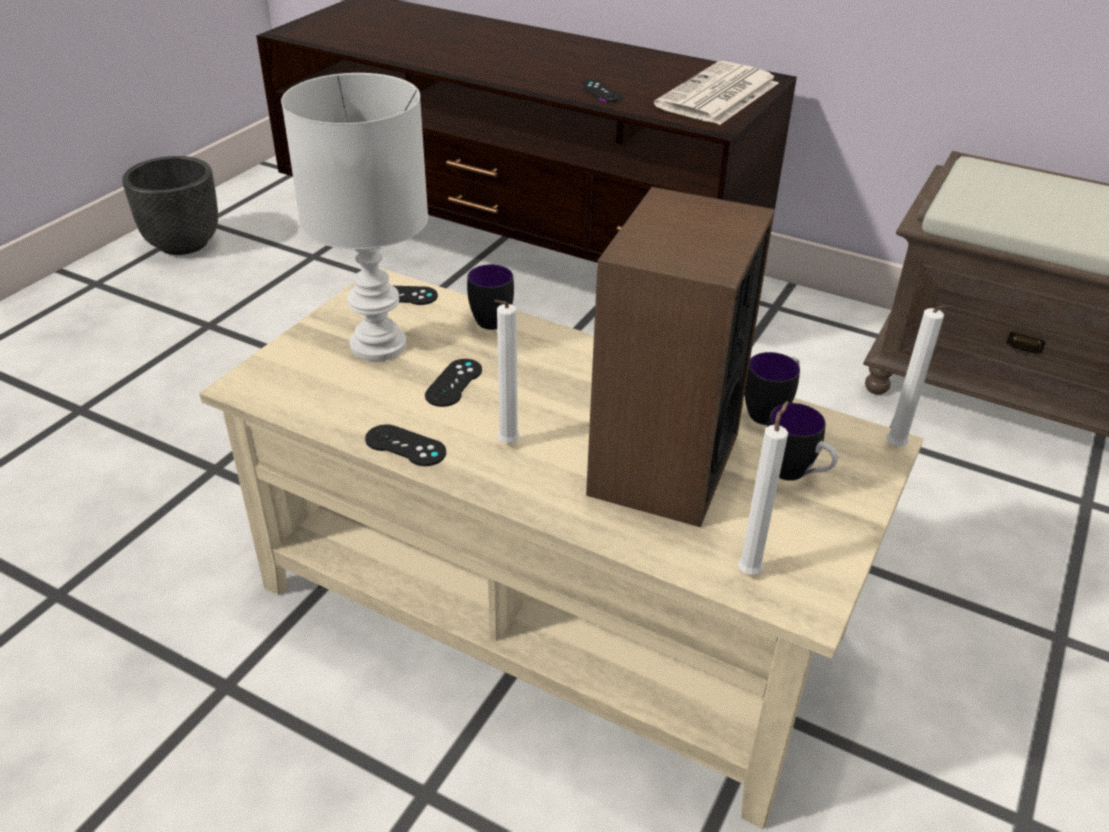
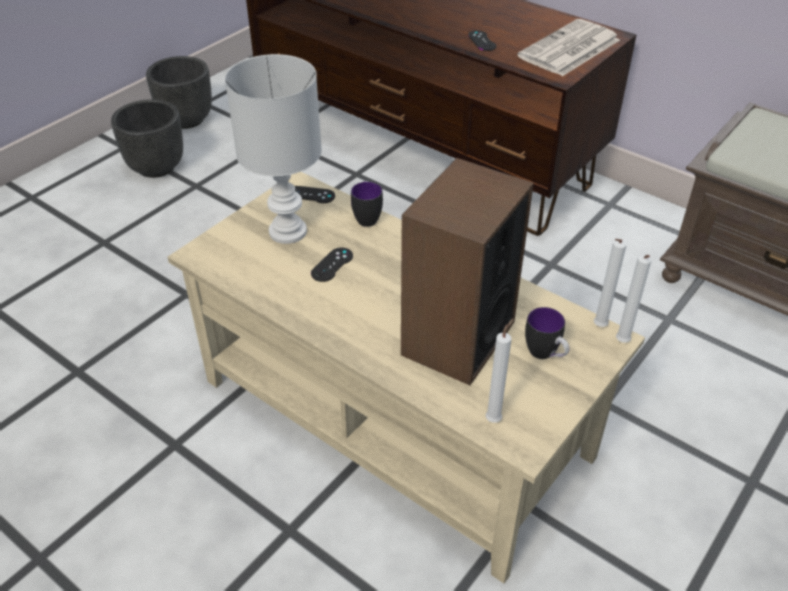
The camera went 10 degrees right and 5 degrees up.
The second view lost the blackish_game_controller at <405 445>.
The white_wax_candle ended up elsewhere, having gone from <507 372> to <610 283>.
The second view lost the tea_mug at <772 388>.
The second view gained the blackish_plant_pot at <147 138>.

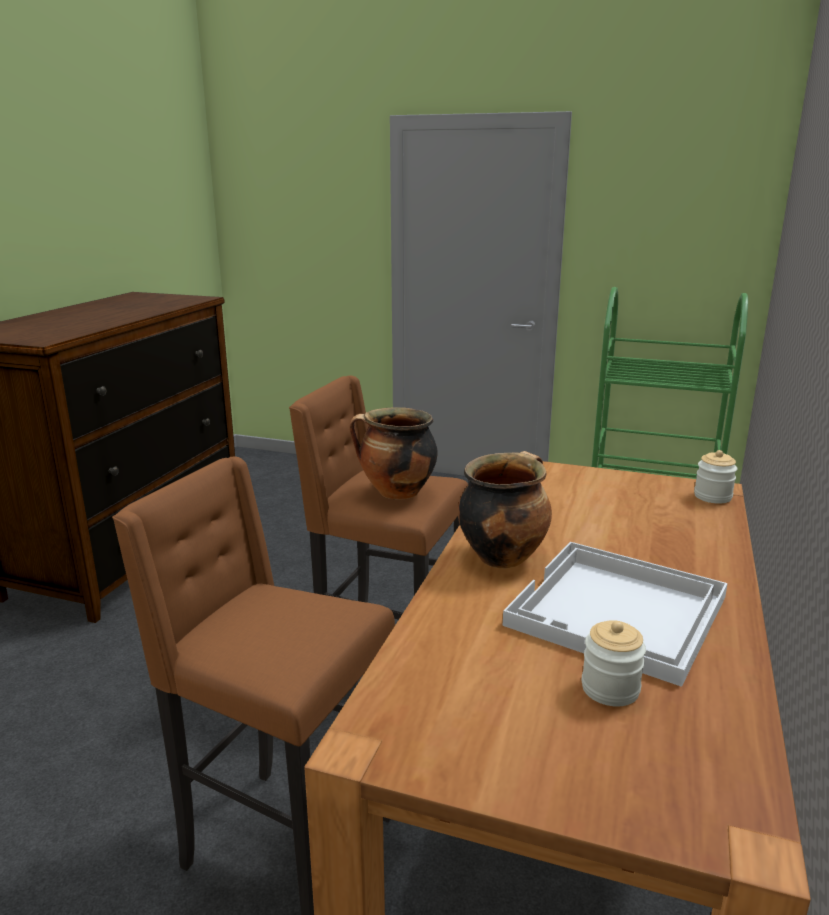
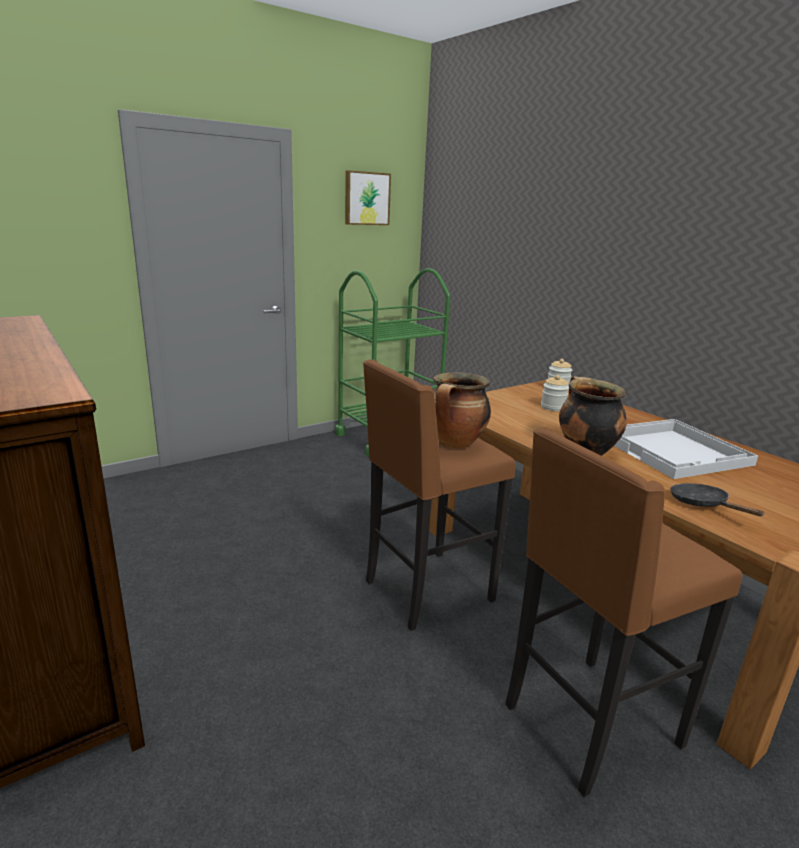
The camera went 55 degrees left and 0 degrees up.
The preserve_jar ended up elsewhere, having gone from <614 663> to <555 393>.
The second view gained the wall_picture at <368 197>.
The second view gained the blackish_pan at <717 499>.

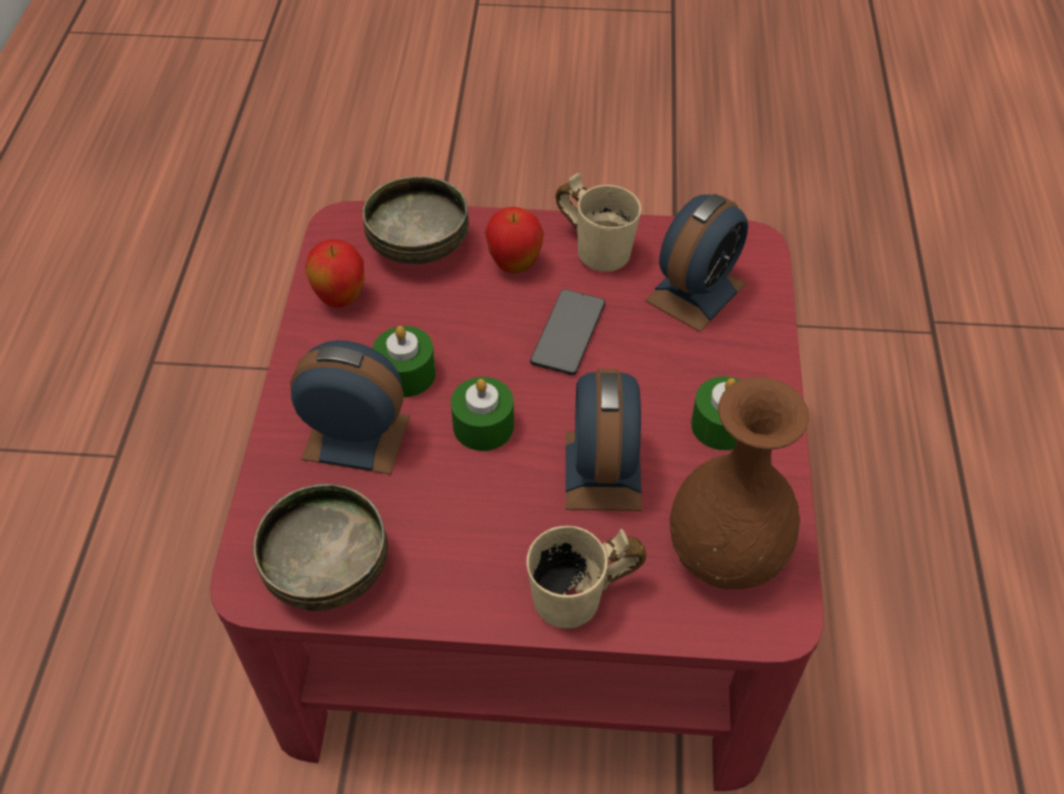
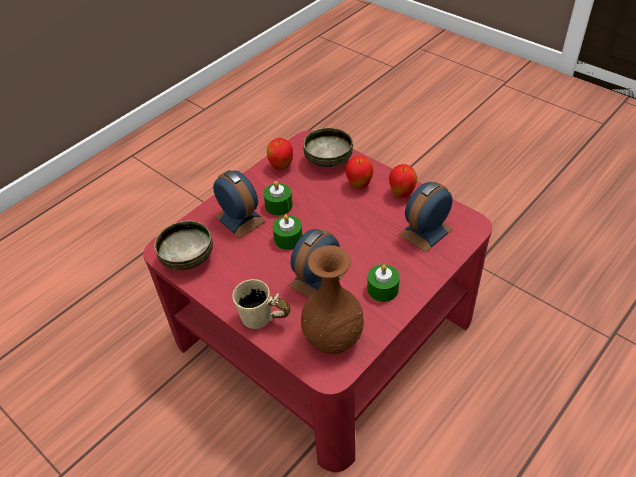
The camera went 40 degrees right and 5 degrees down.
The second view lost the phone at <567 332>.
Where the beige_tea_mug stood at <598 222>, the whole_apple came to stand at <403 181>.
The alarm_clock at <696 263> ended up facing another way, 150 degrees clockwise from before.

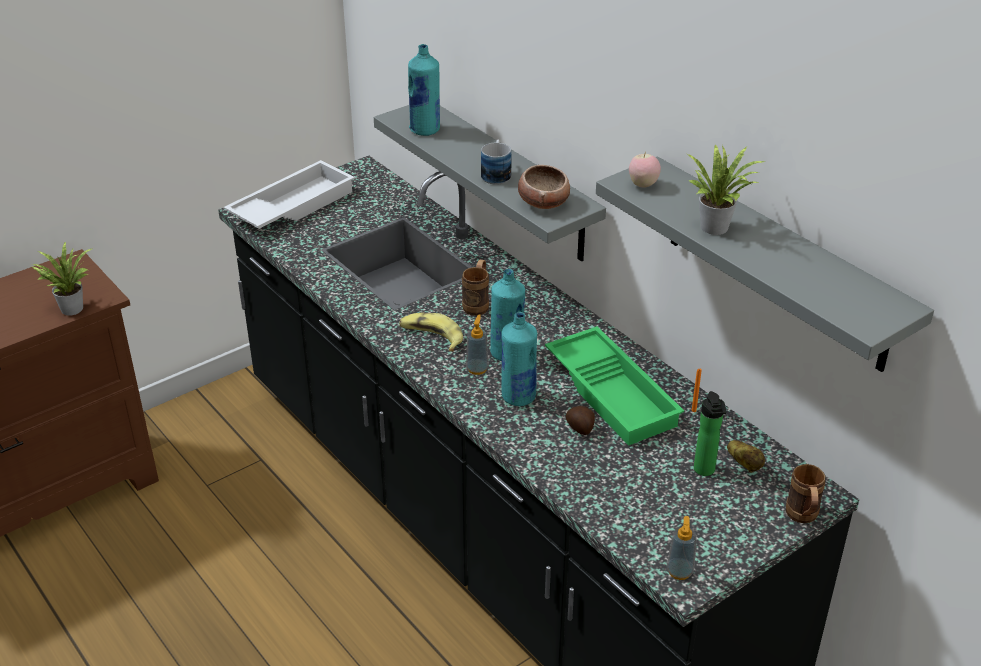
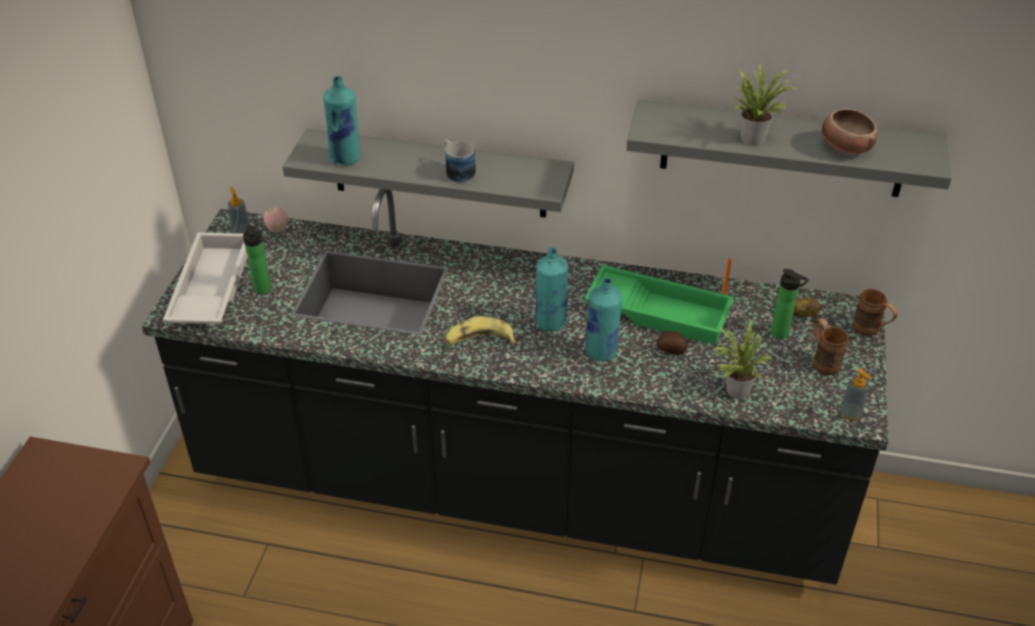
The camera went 40 degrees left and 5 degrees up.
The houseplant ended up elsewhere, having gone from <62 279> to <743 359>.
The brown-coloured_tea_mug ended up elsewhere, having gone from <475 288> to <831 346>.
The liquid_soap_bottle ended up elsewhere, having gone from <477 345> to <239 210>.
The deep_dish ended up elsewhere, having gone from <544 187> to <849 131>.
The whole_apple ended up elsewhere, having gone from <645 169> to <275 220>.
The second view gained the beverage_bottle at <257 259>.

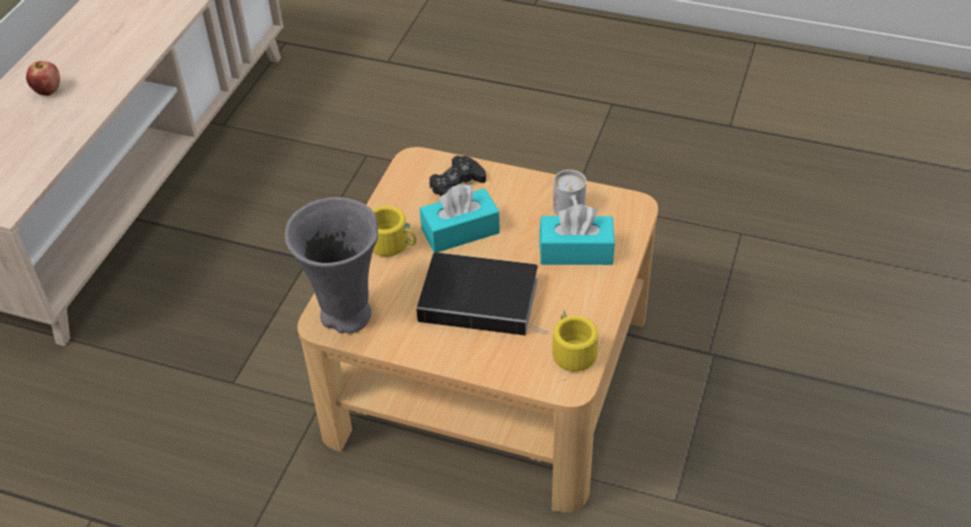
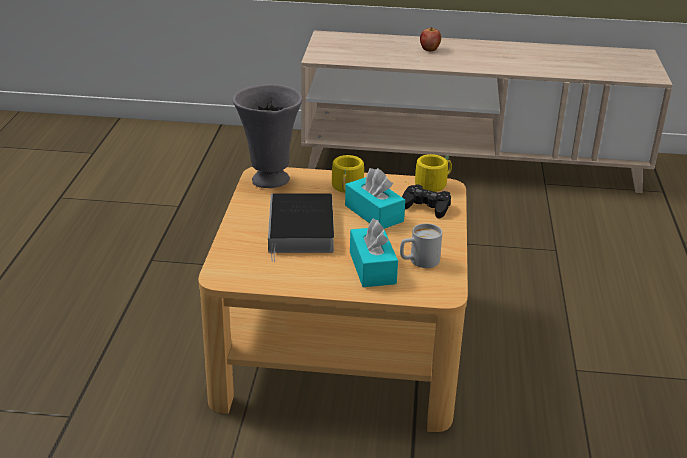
The camera went 75 degrees right and 15 degrees down.
The yellowish_tea_mug ended up elsewhere, having gone from <575 345> to <429 173>.

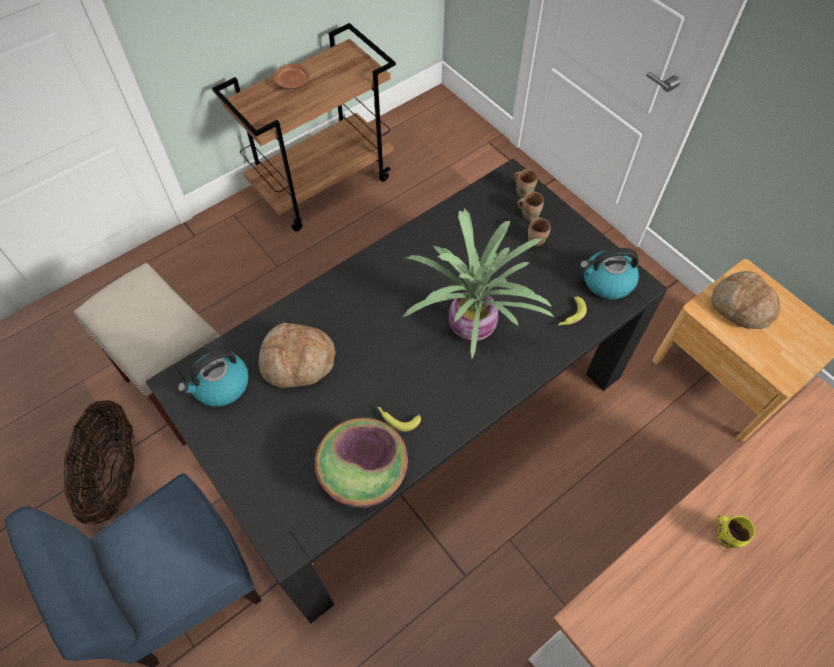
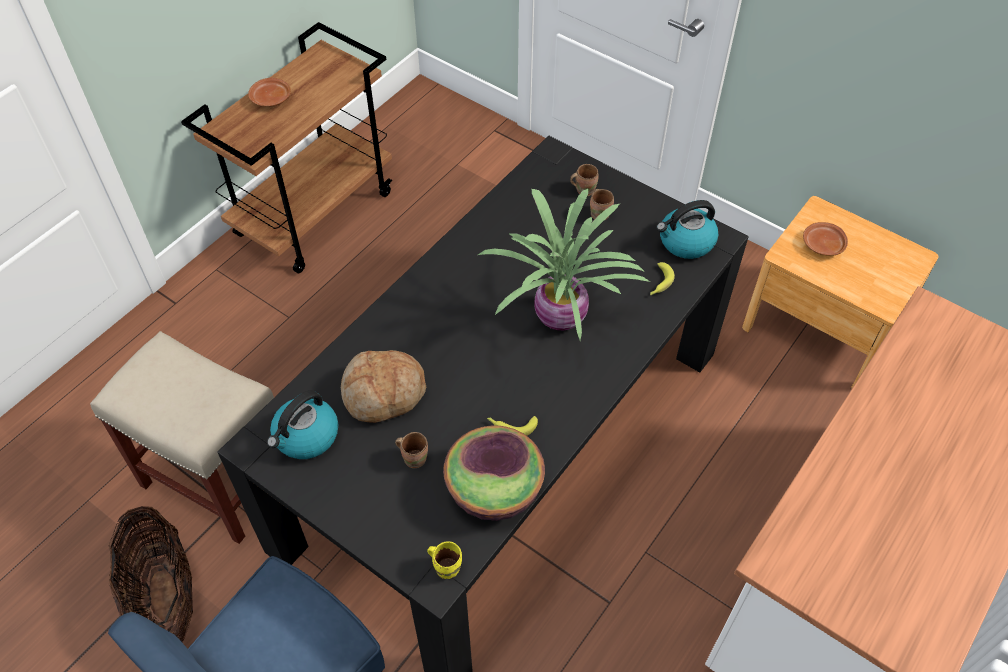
The camera went 15 degrees left and 5 degrees down.
The brown-coloured_tea_mug ended up elsewhere, having gone from <526 183> to <411 450>.
Where the bakery_bread stood at <746 300>, the brown-coloured_plate came to stand at <825 239>.
The yellowish_tea_mug ended up elsewhere, having gone from <735 532> to <444 560>.

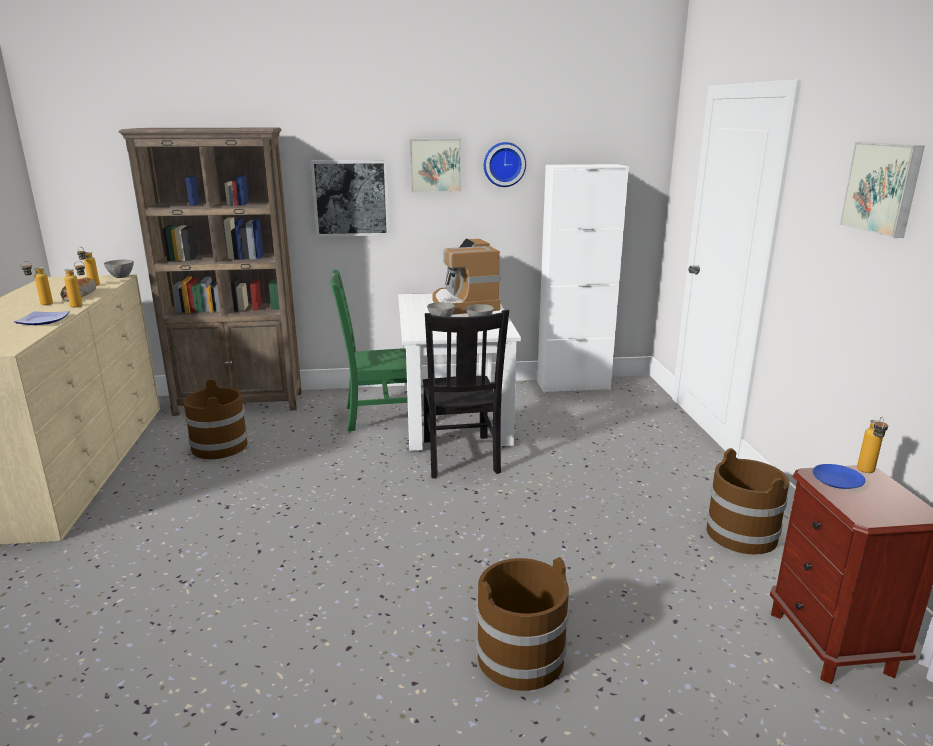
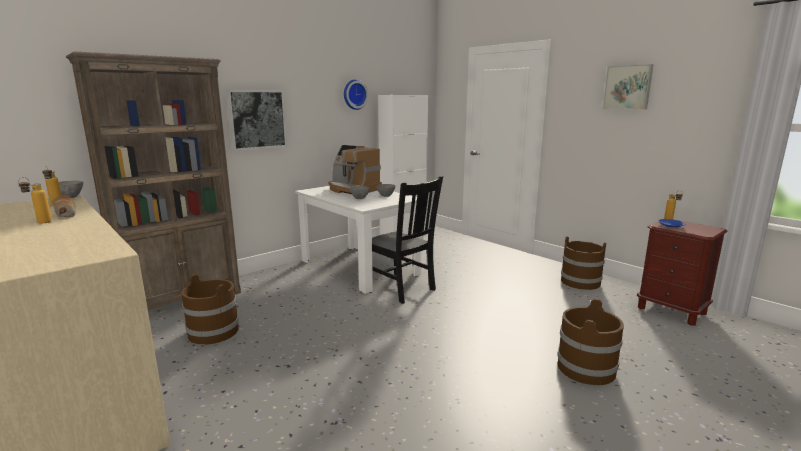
The camera went 35 degrees left and 5 degrees down.
The second view lost the plate at <42 318>.
The second view lost the beverage_bottle at <74 284>.
The second view lost the greenish_upright_chair at <376 350>.
The second view lost the wall_picture at <436 165>.

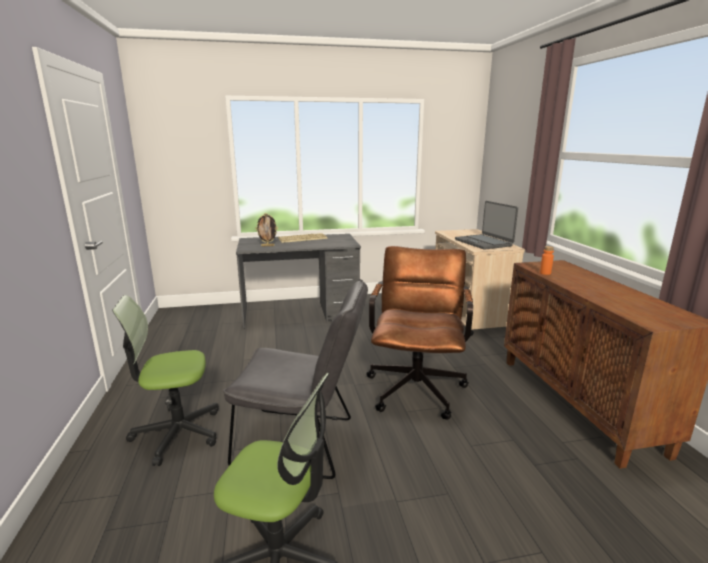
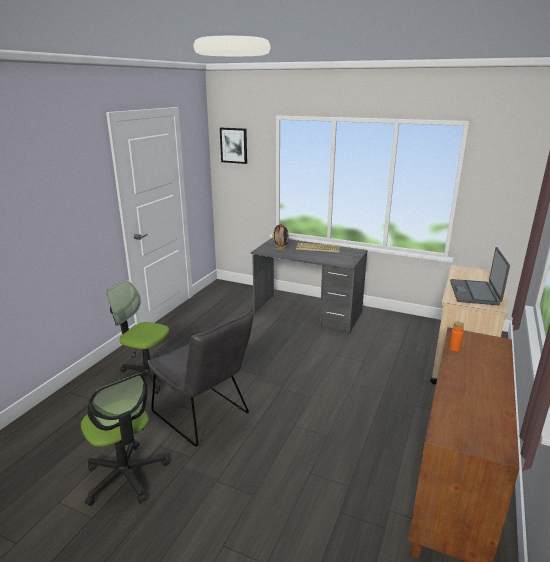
The camera went 35 degrees right and 5 degrees up.
The second view lost the brown-coloured_office_chair at <419 333>.
The second view gained the wall_picture at <233 146>.

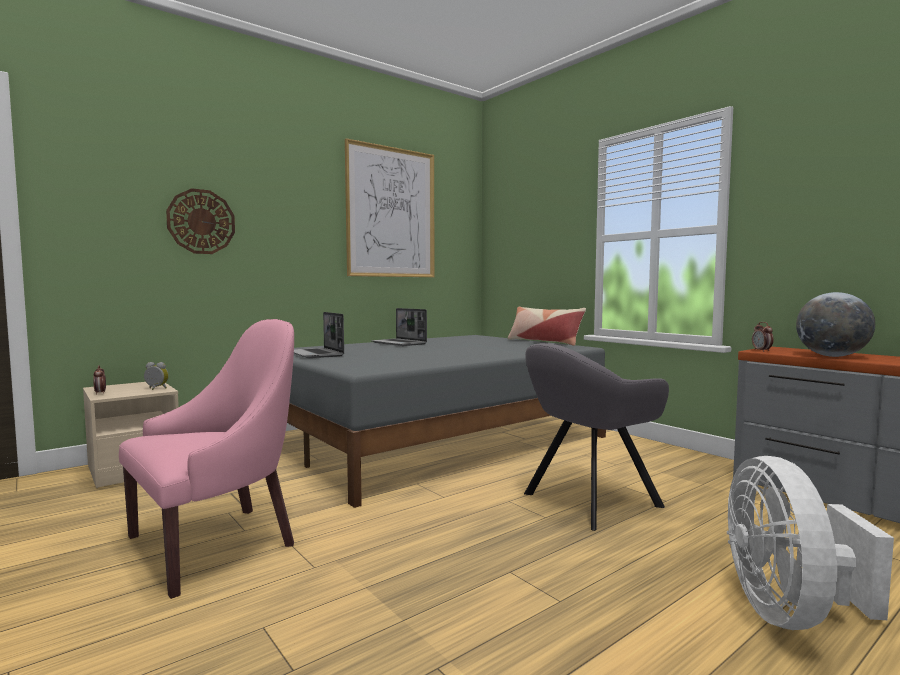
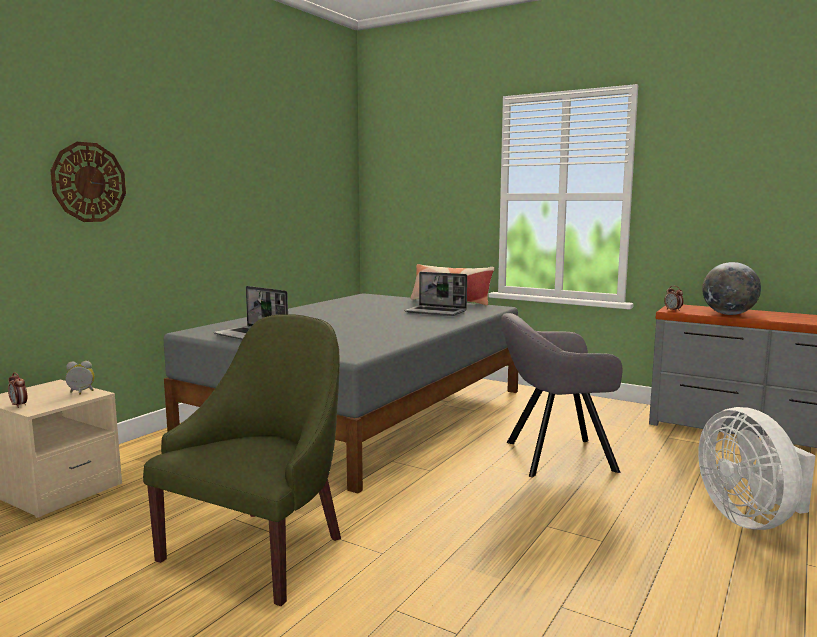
The camera went 20 degrees left and 5 degrees up.
What was the pinkish_easy_chair at <206 459> turned into the greenish_easy_chair at <242 460>.
The second view lost the wall_picture at <390 207>.
The portable_computer ended up elsewhere, having gone from <399 327> to <436 294>.
The greyish_easy_chair at <596 437> ended up facing another way, 45 degrees clockwise from before.

